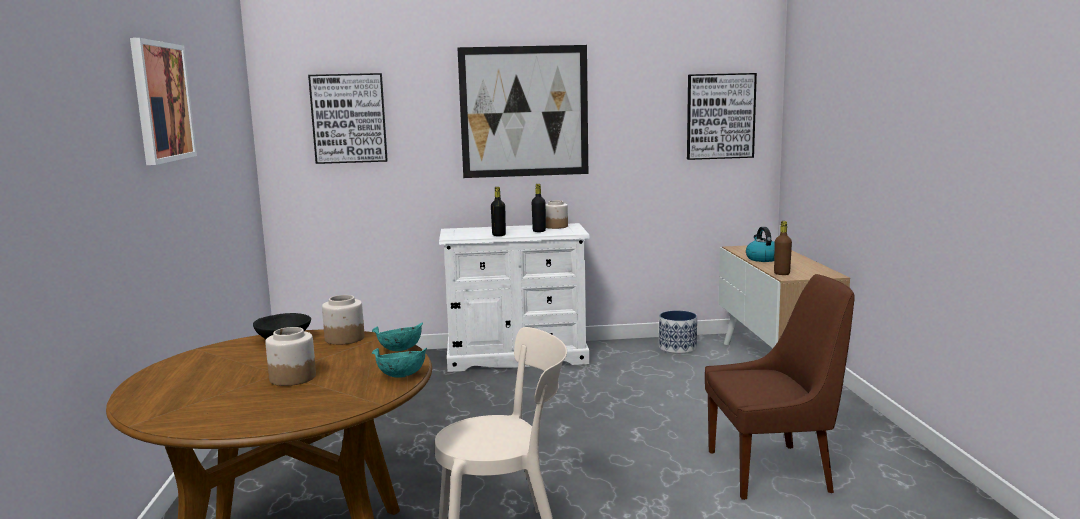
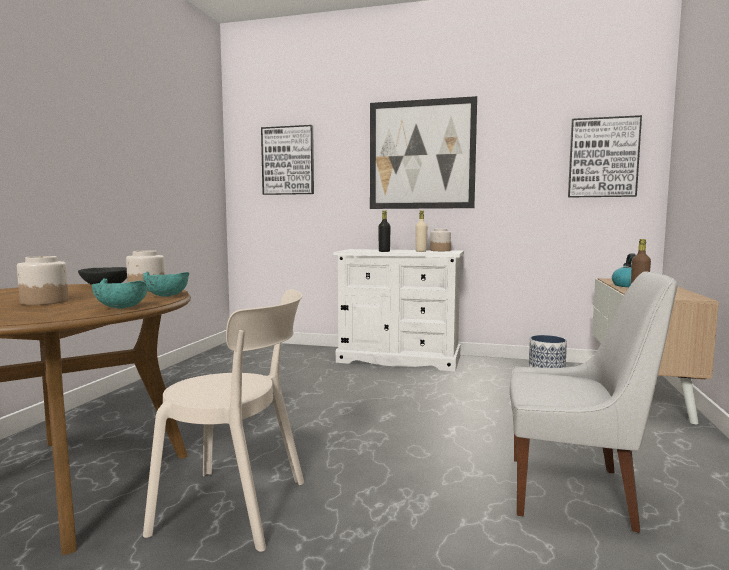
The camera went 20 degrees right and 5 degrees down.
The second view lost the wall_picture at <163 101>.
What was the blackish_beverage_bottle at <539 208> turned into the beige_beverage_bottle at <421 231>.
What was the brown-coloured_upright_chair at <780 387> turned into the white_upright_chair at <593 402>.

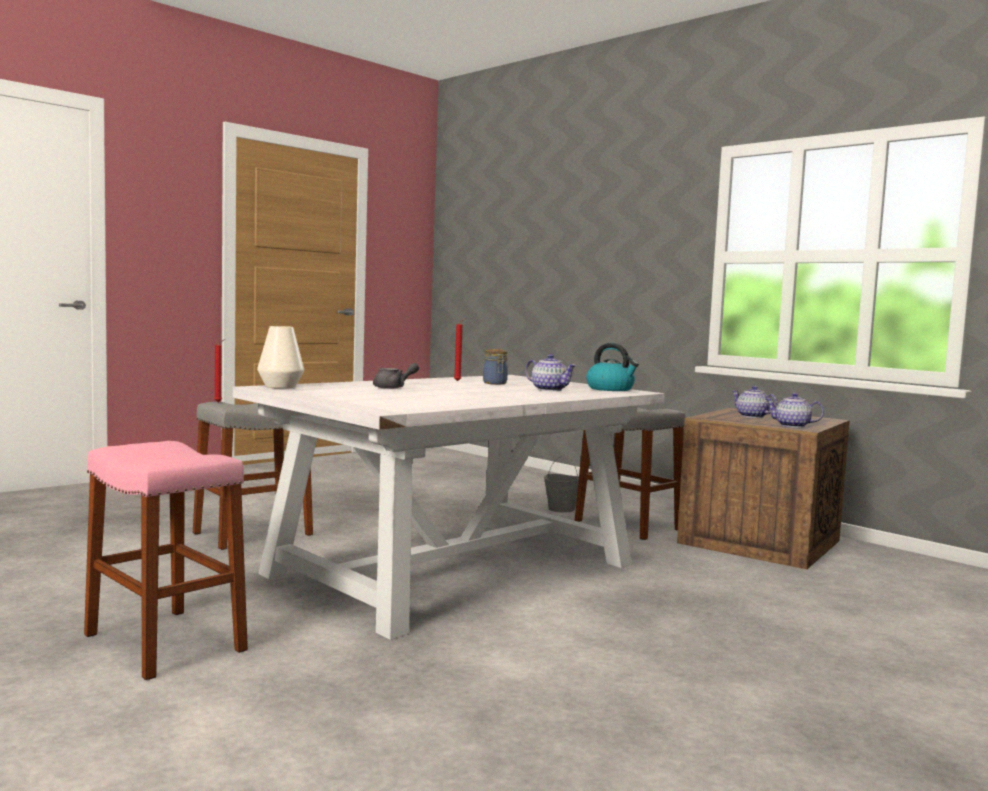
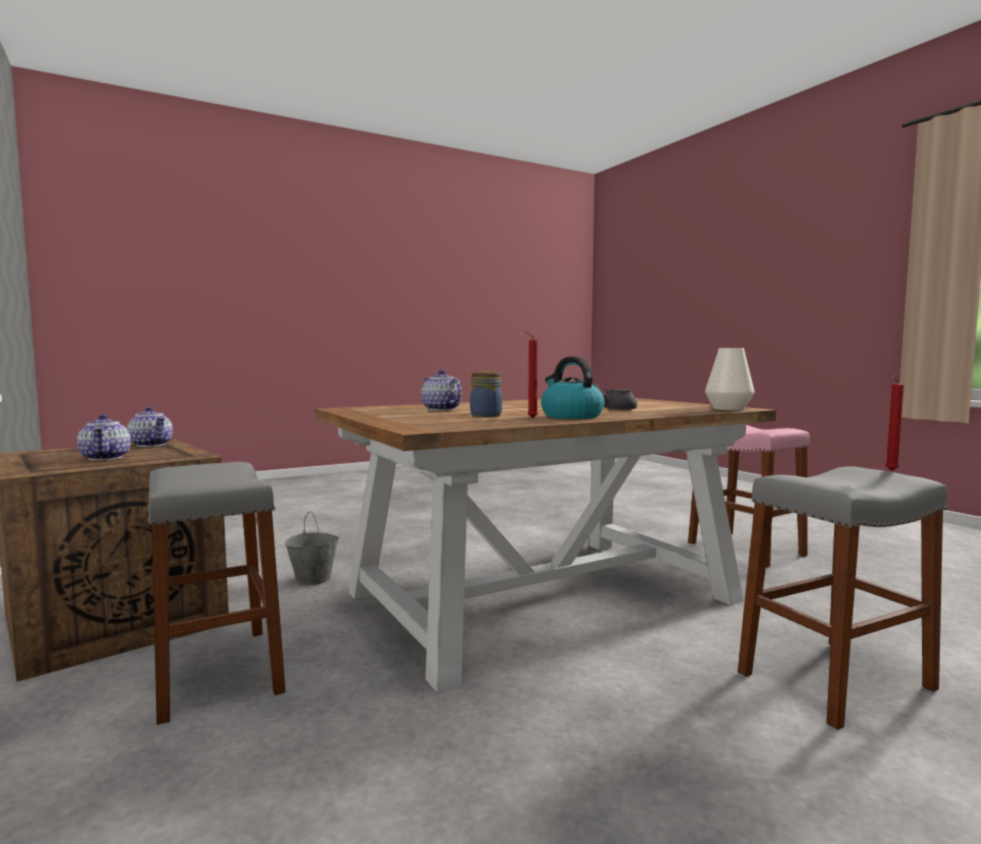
The camera went 165 degrees left and 0 degrees up.
What was the white_dining_table at <449 507> turned into the brown-coloured_dining_table at <545 545>.
The greyish_bucket ended up elsewhere, having gone from <561 484> to <312 548>.
The tea_kettle ended up elsewhere, having gone from <612 367> to <572 387>.

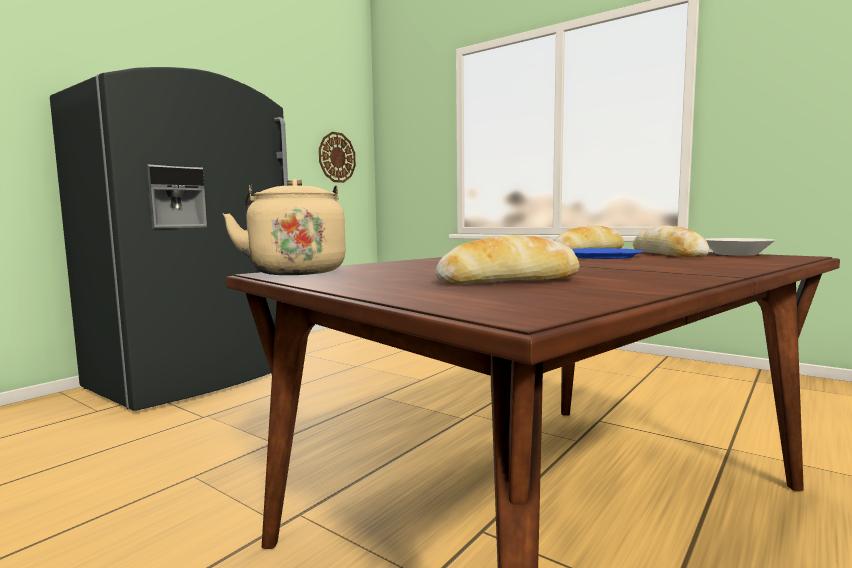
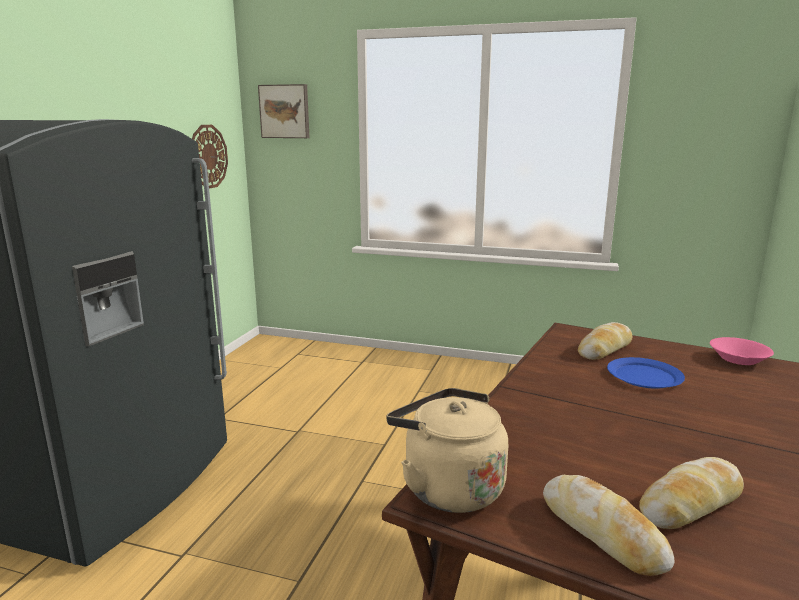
The camera went 20 degrees left and 10 degrees up.
The bakery_bread ended up elsewhere, having gone from <671 241> to <608 525>.
What was the white_deep_dish at <740 247> turned into the pinkish_deep_dish at <742 351>.
The second view gained the wall_picture at <284 111>.

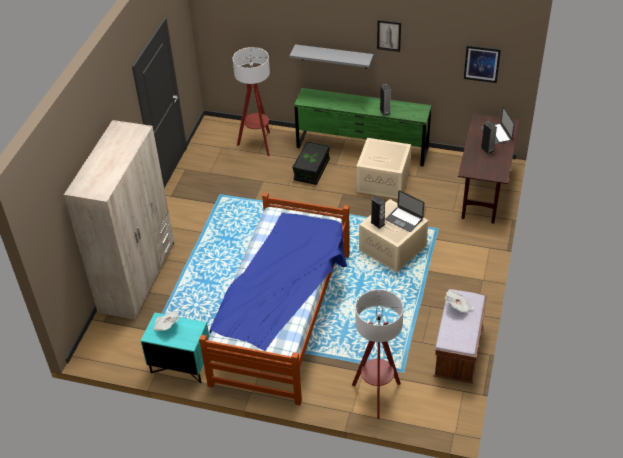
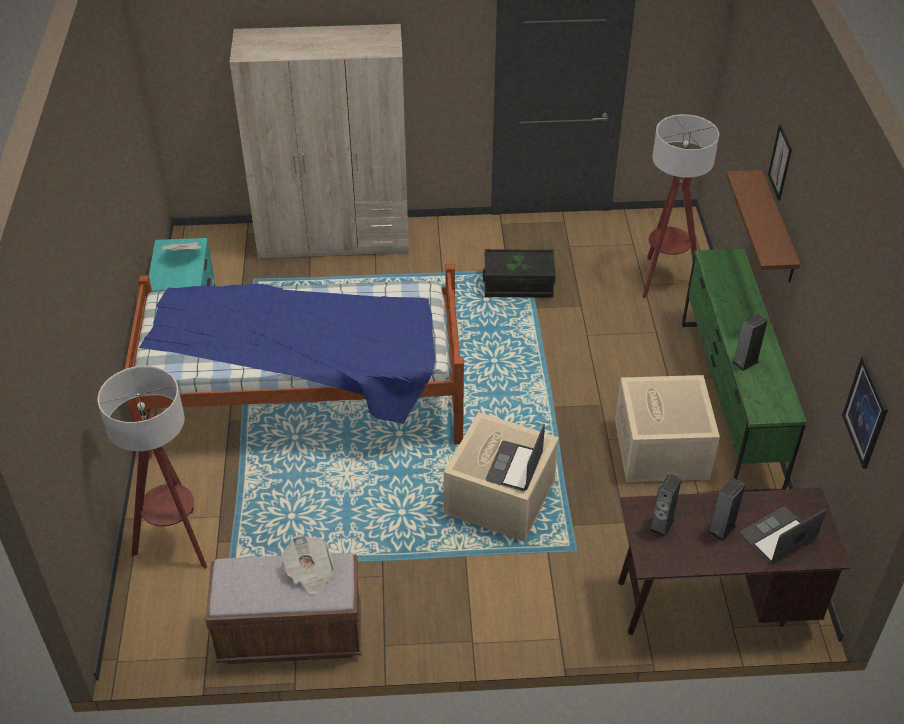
The camera went 70 degrees right and 0 degrees up.
What was the greyish_bracket_shelf at <332 56> turned into the brown-coloured_bracket_shelf at <763 226>.
The blackish_storage_container ended up elsewhere, having gone from <311 163> to <519 273>.
The audio_speaker ended up elsewhere, having gone from <377 212> to <665 505>.
The wall_picture ended up elsewhere, having gone from <389 36> to <780 162>.

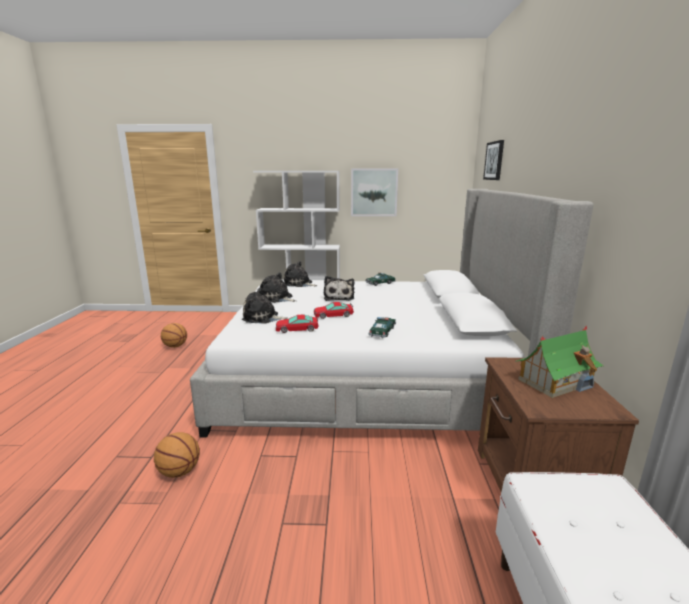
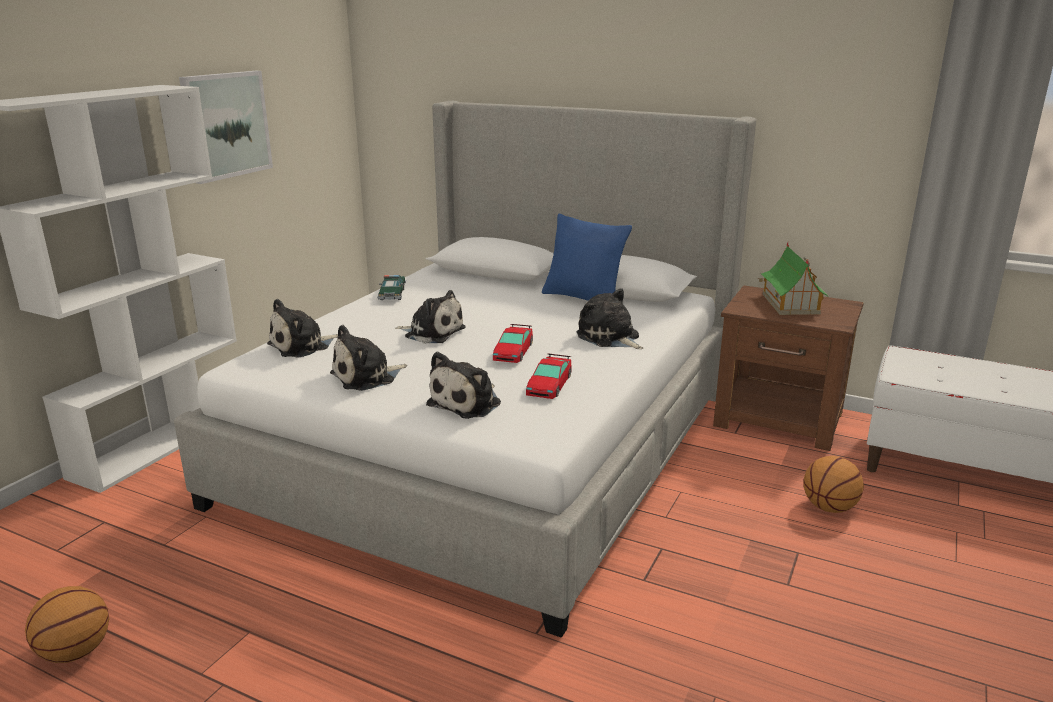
The camera went 65 degrees left and 5 degrees up.
The basketball ended up elsewhere, having gone from <177 455> to <833 484>.
Where the miniature_car stood at <382 327>, the soft_toy came to stand at <610 318>.
The second view lost the wall_picture at <493 160>.
The second view gained the blue_cushion at <587 257>.

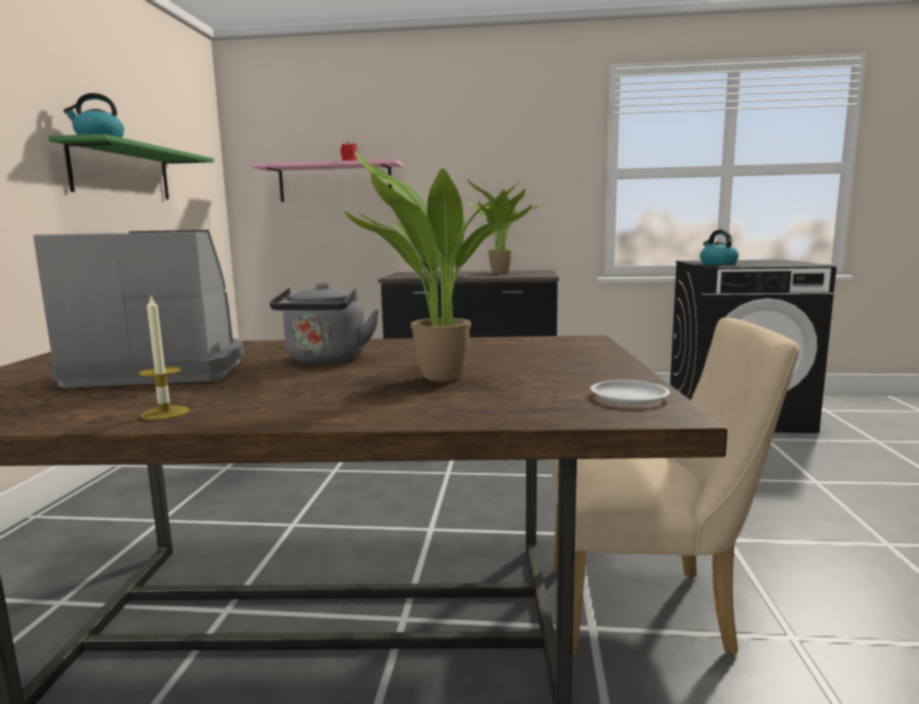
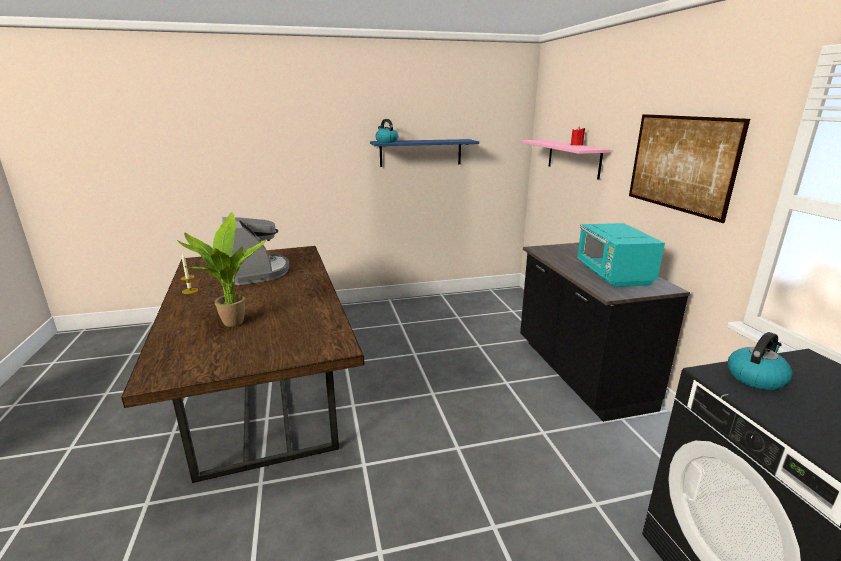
The camera went 70 degrees right and 10 degrees up.
What was the greenish_bracket_shelf at <131 166> turned into the blue_bracket_shelf at <424 153>.
The second view lost the greyish_tea_kettle at <324 323>.
Where the houseplant stood at <504 226>, the blue-green_kitchen_microwave came to stand at <621 255>.
The second view lost the beige_upright_chair at <675 486>.
The second view lost the white_plate at <630 392>.
The second view gained the wall_picture at <689 168>.

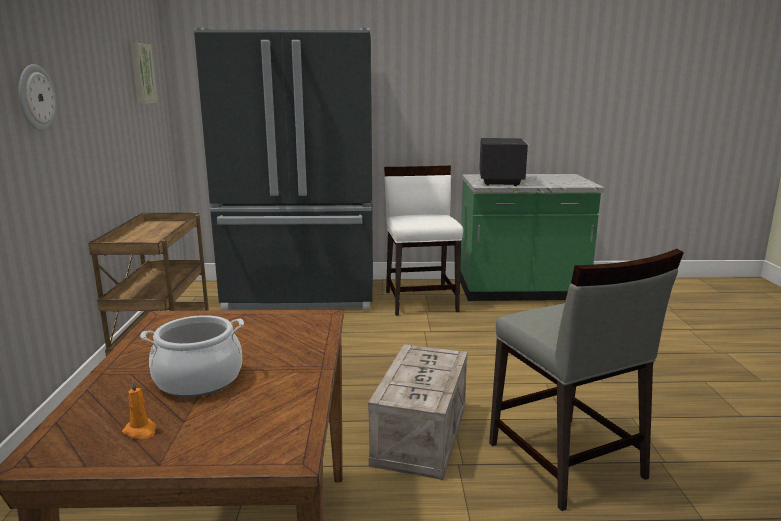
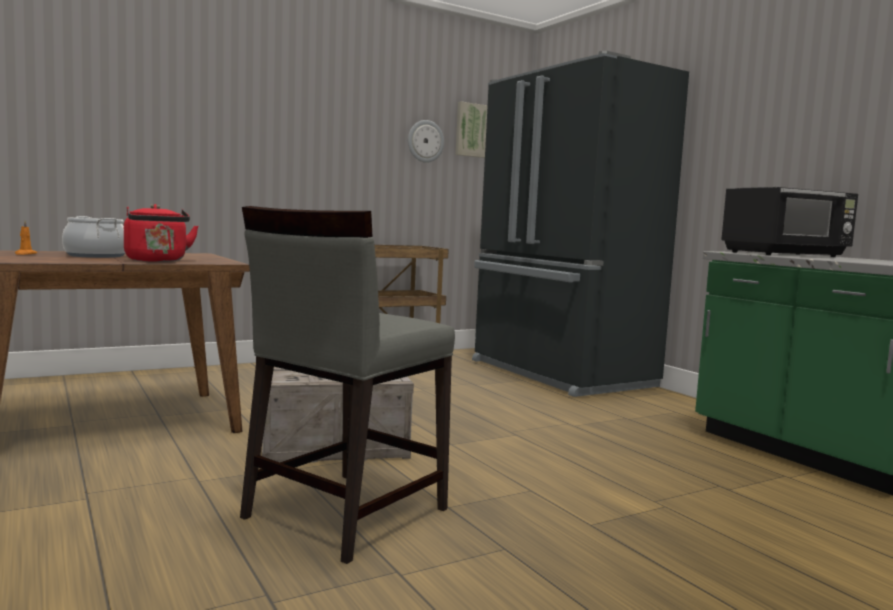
The camera went 60 degrees right and 10 degrees down.
The clock_on_the_wall ended up elsewhere, having gone from <38 97> to <426 141>.
The second view lost the white_upright_chair at <423 241>.
The second view gained the red-coloured_tea_kettle at <161 233>.

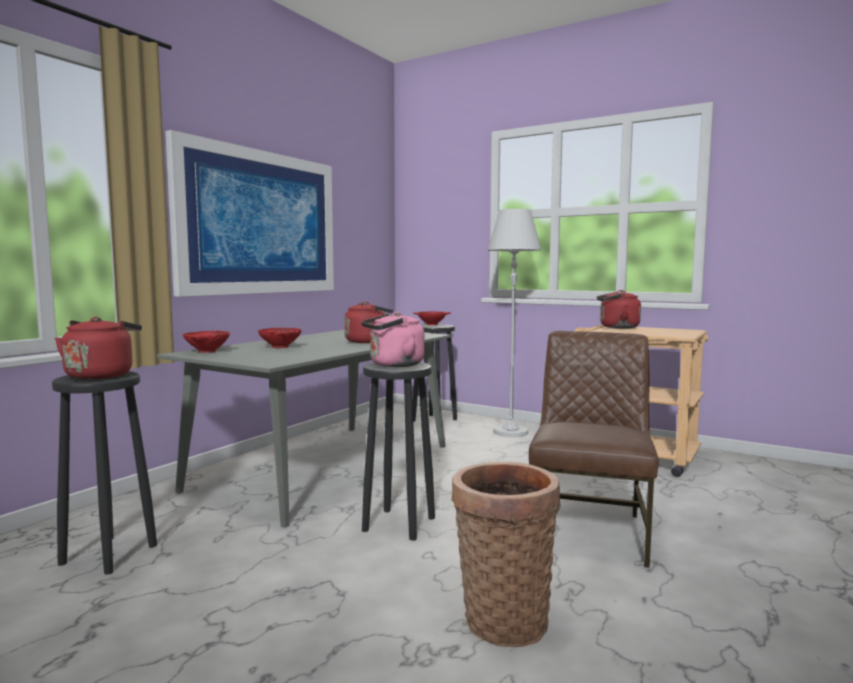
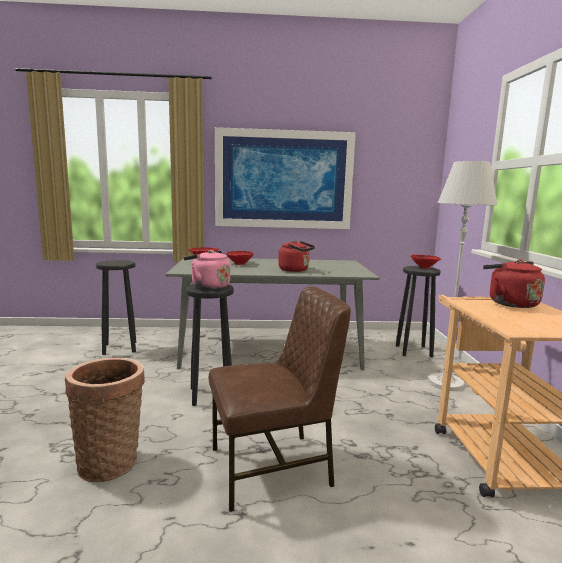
The camera went 55 degrees right and 5 degrees up.
The second view lost the red-coloured_tea_kettle at <98 348>.

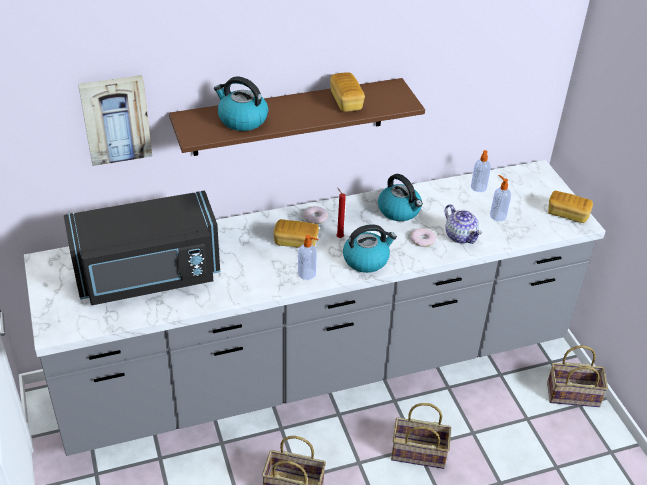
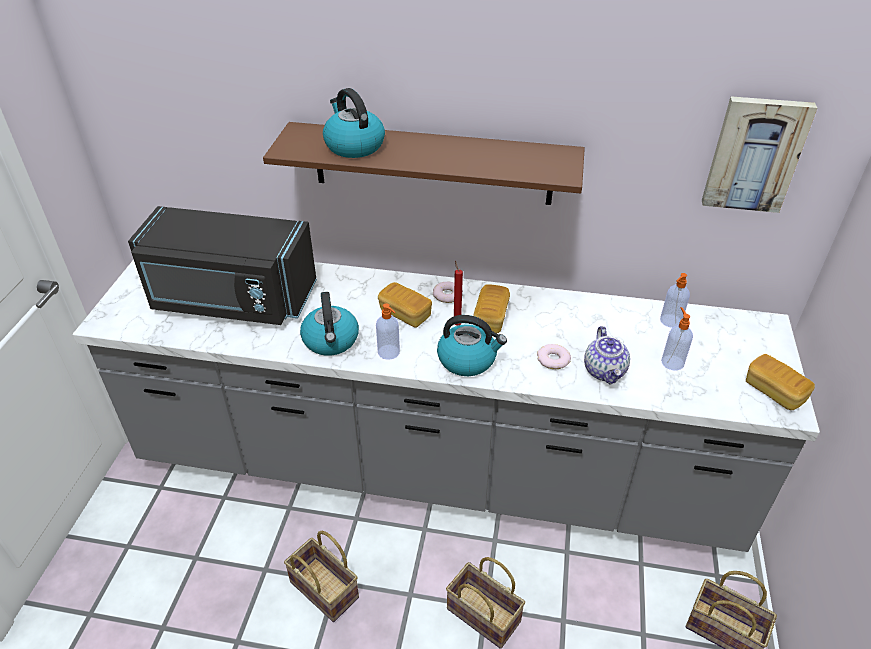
The camera went 30 degrees right and 0 degrees up.
The wall_picture ended up elsewhere, having gone from <115 120> to <759 154>.
The bakery_bread ended up elsewhere, having gone from <347 92> to <491 309>.
The tea_kettle ended up elsewhere, having gone from <400 197> to <329 324>.

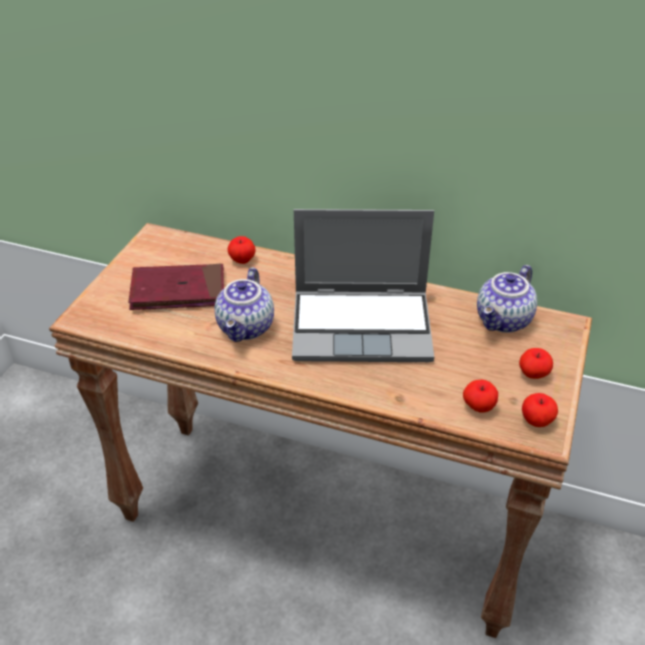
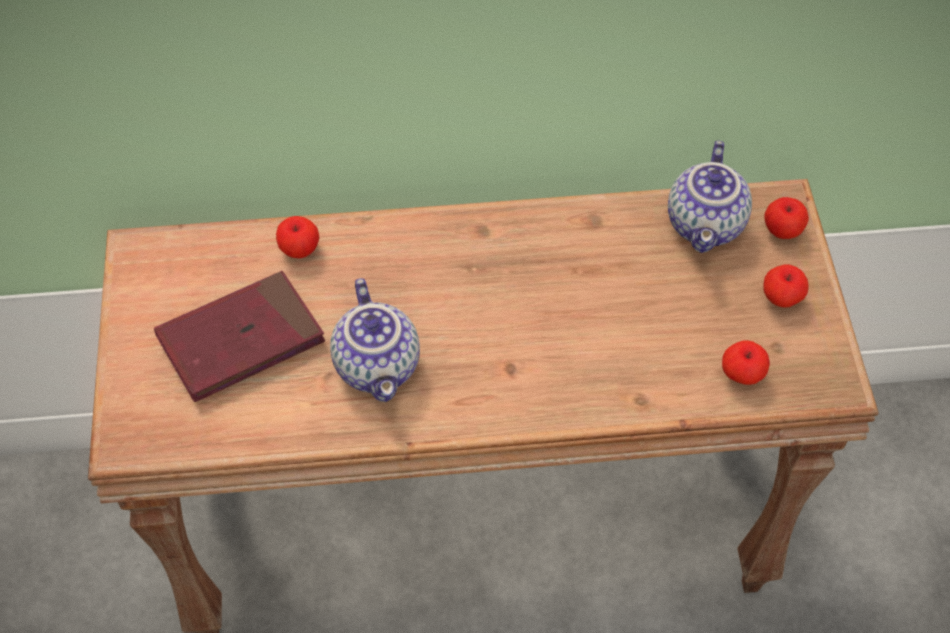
The camera went 25 degrees left and 15 degrees up.
The second view lost the portable_computer at <363 285>.
The whole_apple ended up elsewhere, having gone from <540 410> to <786 218>.

